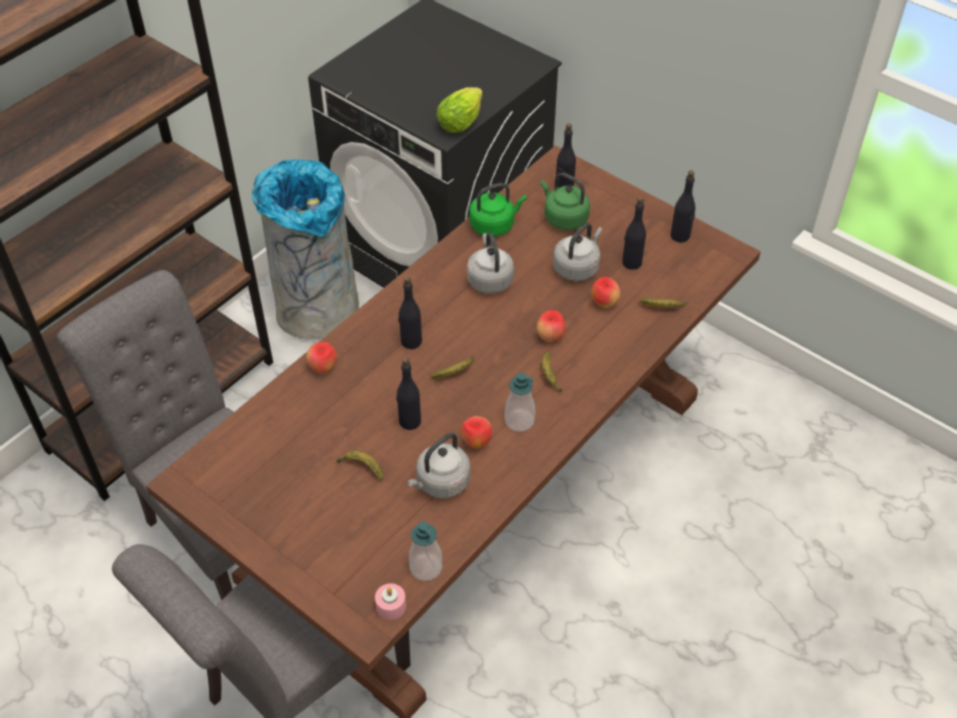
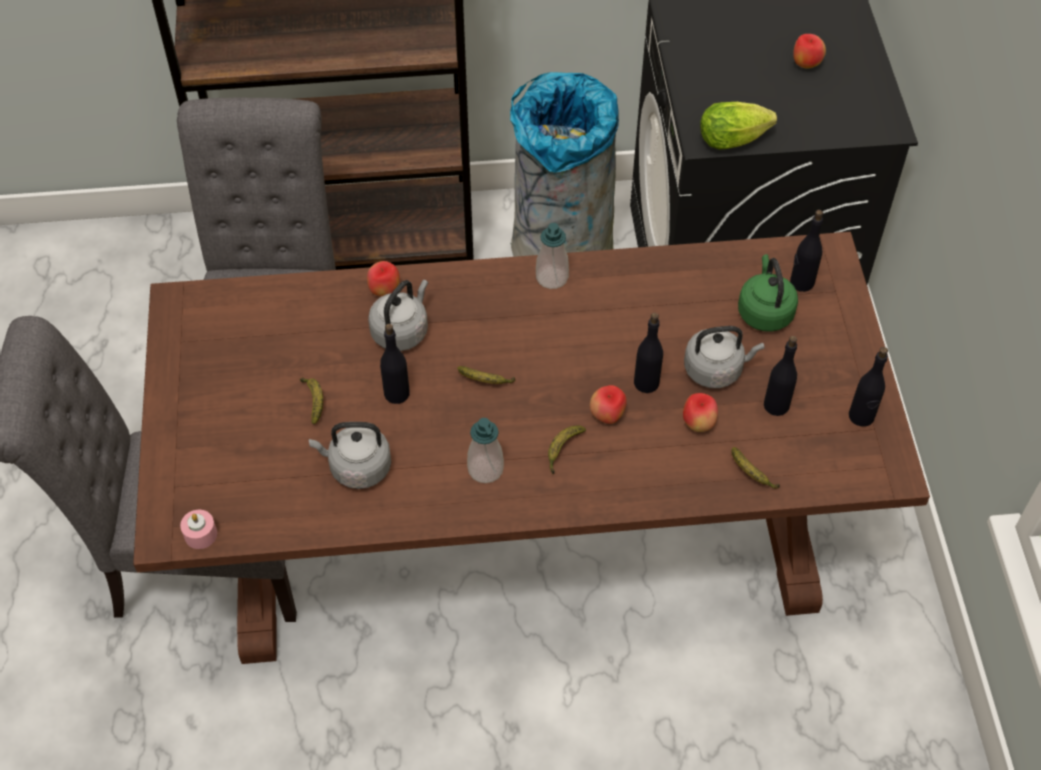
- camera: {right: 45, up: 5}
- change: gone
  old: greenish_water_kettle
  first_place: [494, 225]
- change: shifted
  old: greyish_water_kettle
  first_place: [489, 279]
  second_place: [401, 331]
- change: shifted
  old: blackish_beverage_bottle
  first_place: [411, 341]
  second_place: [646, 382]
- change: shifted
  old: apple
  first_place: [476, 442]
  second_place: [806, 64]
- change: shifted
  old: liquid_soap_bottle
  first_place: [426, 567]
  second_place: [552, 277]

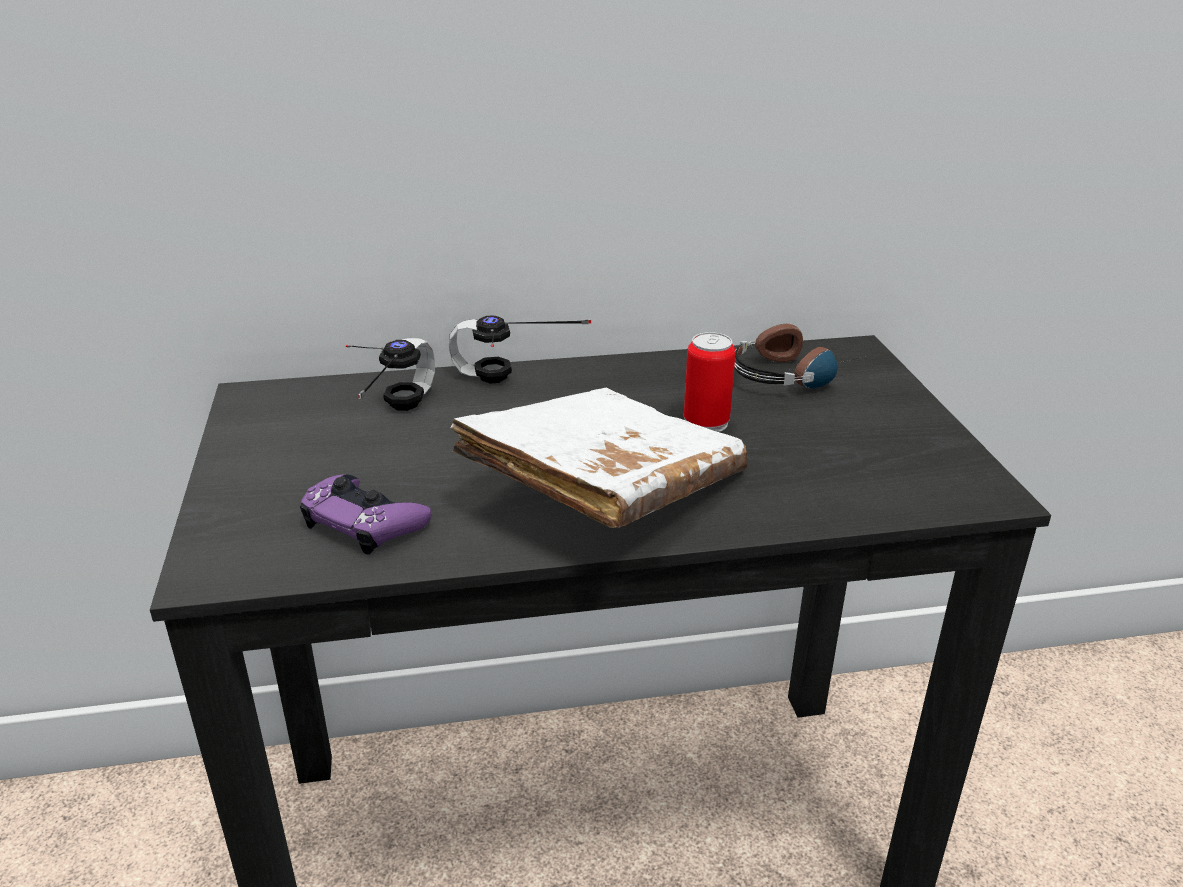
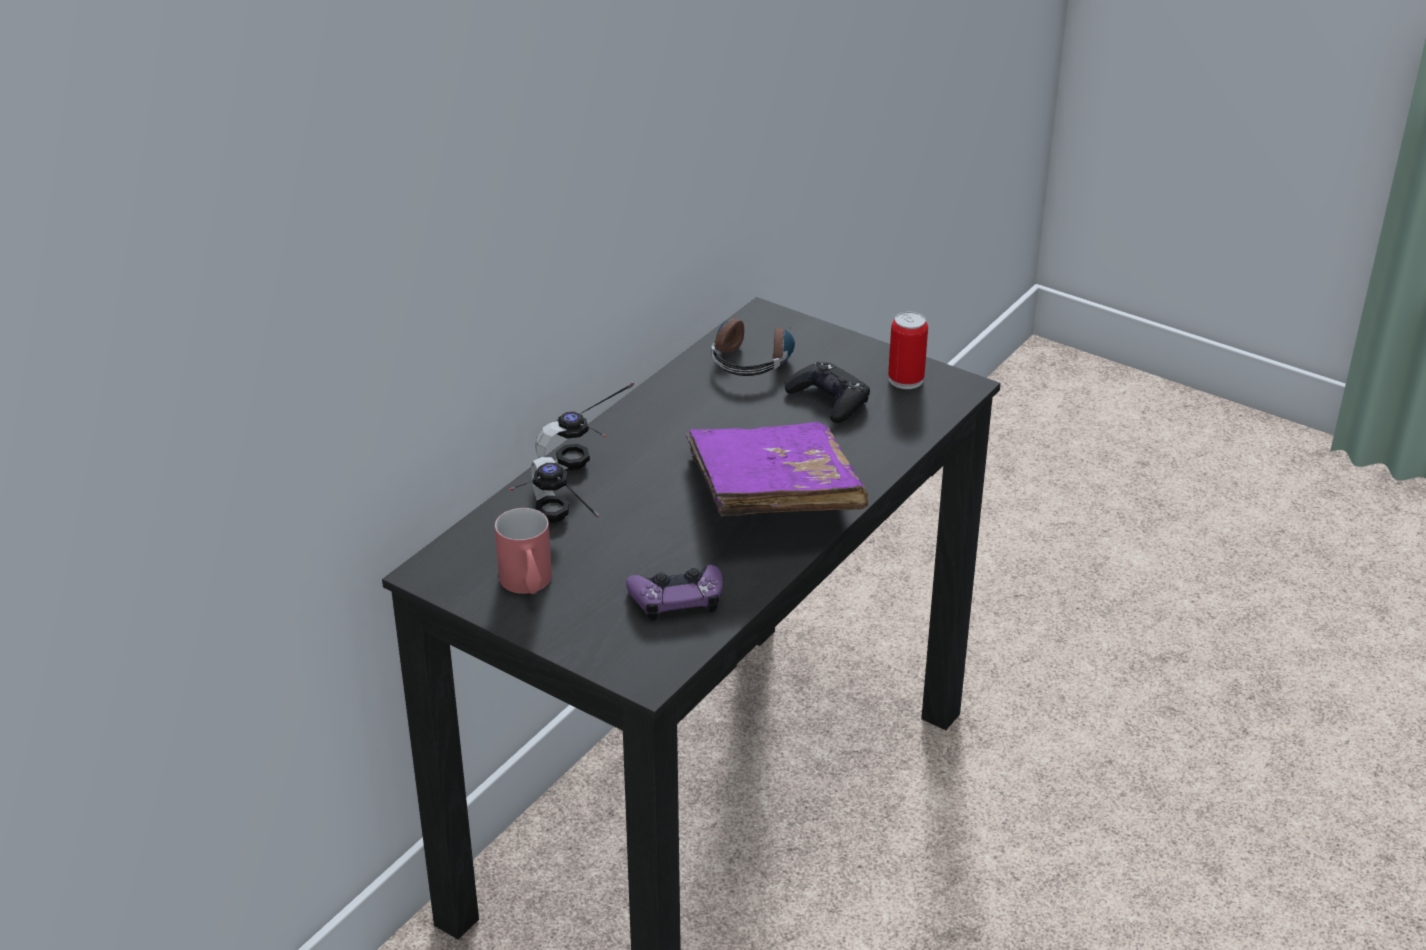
- camera: {right: -45, up: 5}
- change: shifted
  old: metal_can
  first_place: [706, 422]
  second_place: [905, 380]
- change: repainted
  old: white-coloured_book
  new: purple-coloured_book
  first_place: [605, 490]
  second_place: [772, 498]
- change: new
  new: blackish_joypad
  second_place: [828, 400]
- change: new
  new: red-coloured_mug
  second_place: [528, 586]

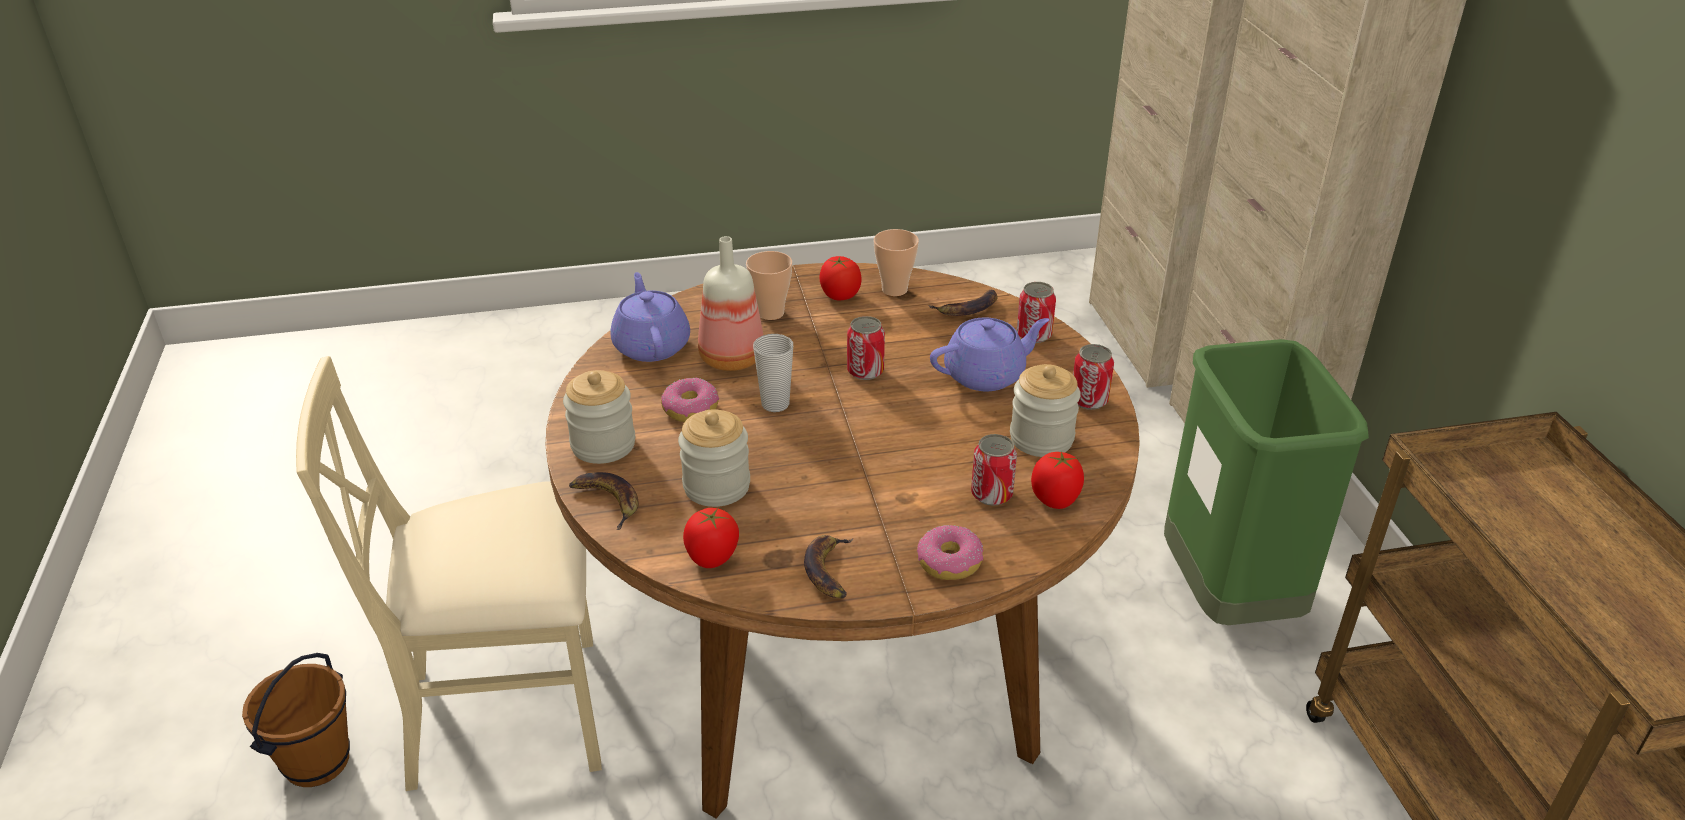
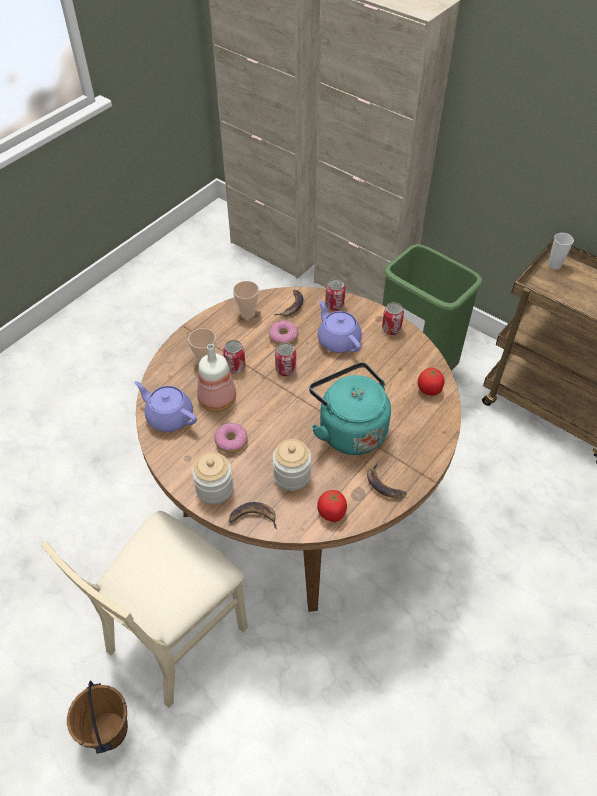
- camera: {right: -40, up: 15}
- change: gone
  old: tomato
  first_place: [839, 296]
- change: rotated
  old: purple-coloured_tea_pot
  first_place: [986, 375]
  second_place: [338, 340]
  degrees: -60
- change: shifted
  old: drinking_cup
  first_place: [775, 404]
  second_place: [554, 265]
- change: gone
  old: storage_jar
  first_place: [1041, 438]
- change: shifted
  old: metal_can
  first_place: [991, 494]
  second_place: [235, 367]
- change: shifted
  old: ring_doughnut
  first_place: [949, 561]
  second_place: [283, 337]
- change: new
  new: turquoise_water_kettle
  second_place: [349, 429]

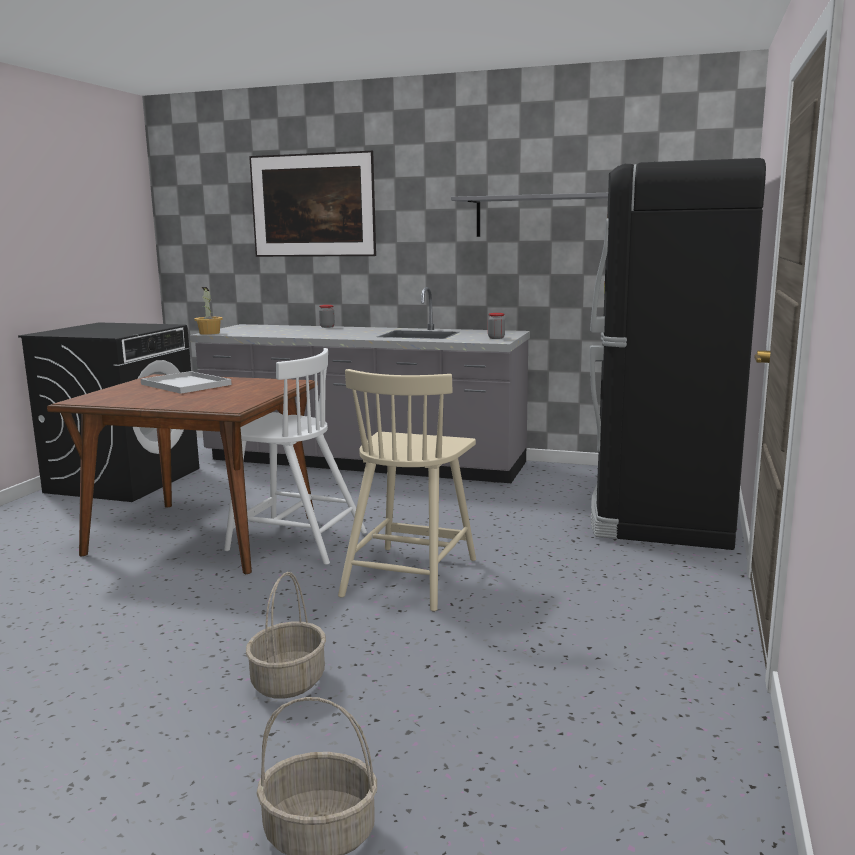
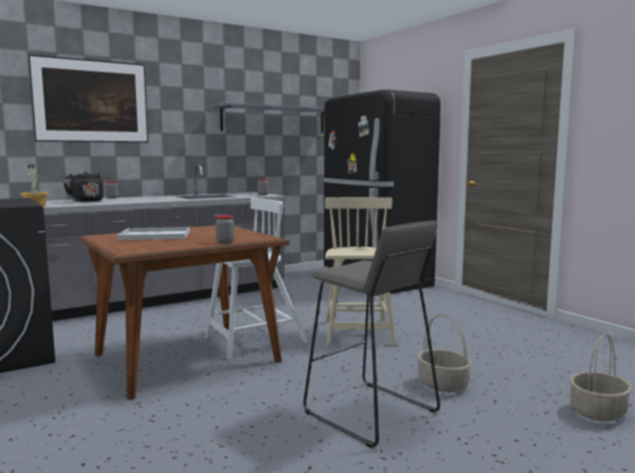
- camera: {right: -50, up: -5}
- change: rotated
  old: beige-coloured_upright_chair
  first_place: [410, 576]
  second_place: [358, 332]
  degrees: -150
- change: new
  new: blackish_water_kettle
  second_place: [86, 201]
- change: new
  new: storage_jar
  second_place: [225, 242]
- change: new
  new: greyish_stool_seat
  second_place: [370, 413]

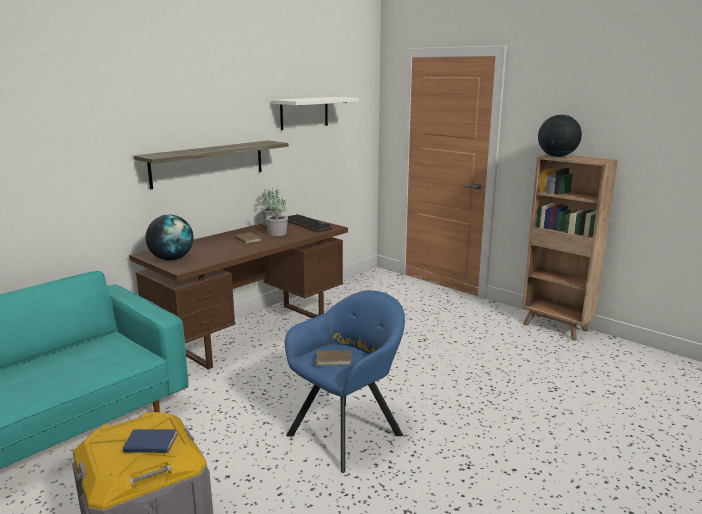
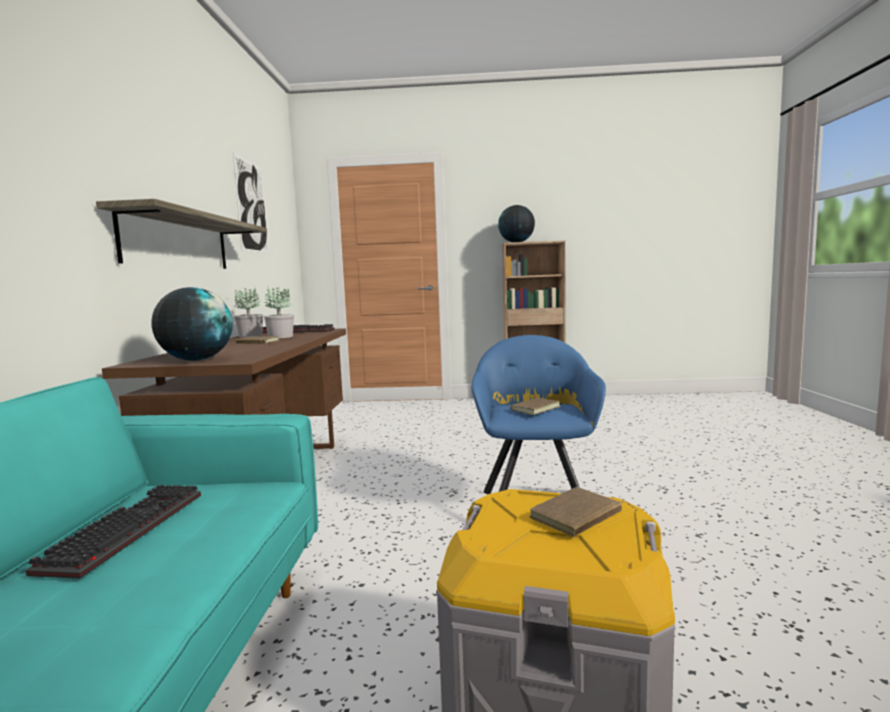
- camera: {right: -40, up: -10}
- change: swapped
  old: white-coloured_bracket_shelf
  new: wall_art
  first_place: [304, 113]
  second_place: [252, 206]
- change: repainted
  old: blue-coloured_book
  new: brown-coloured_book
  first_place: [150, 445]
  second_place: [578, 517]
- change: new
  new: PC_keyboard
  second_place: [126, 528]

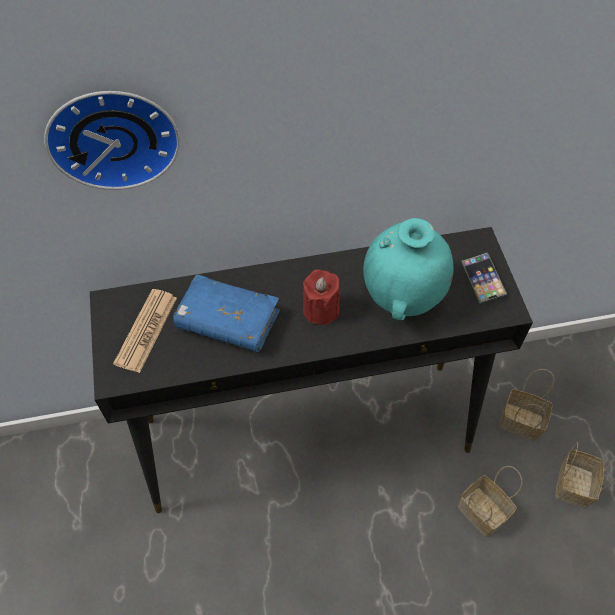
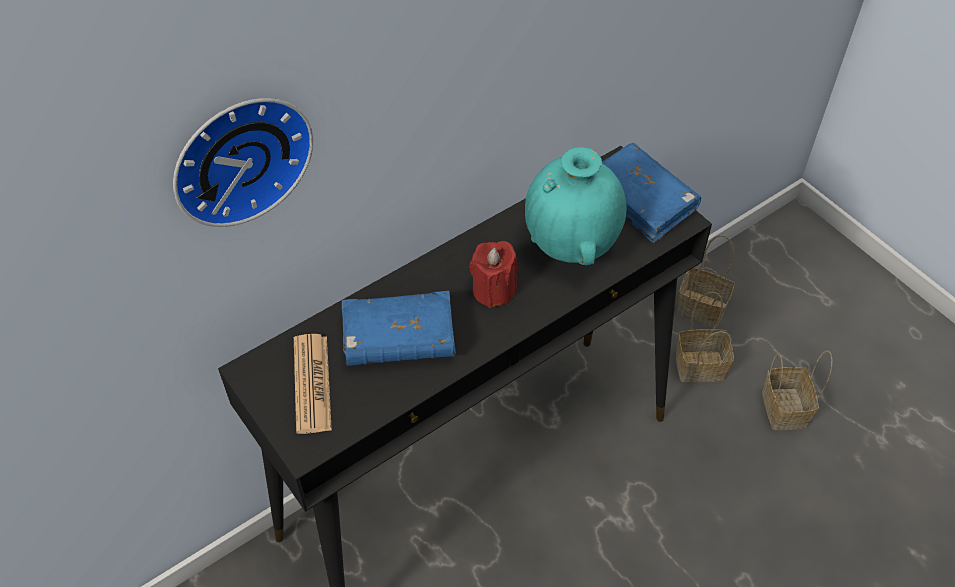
- camera: {right: -25, up: -5}
- change: swapped
  old: telephone
  new: blue-coloured_book
  first_place: [482, 280]
  second_place: [641, 200]
- change: shifted
  old: storage_basket
  first_place: [484, 512]
  second_place: [703, 308]

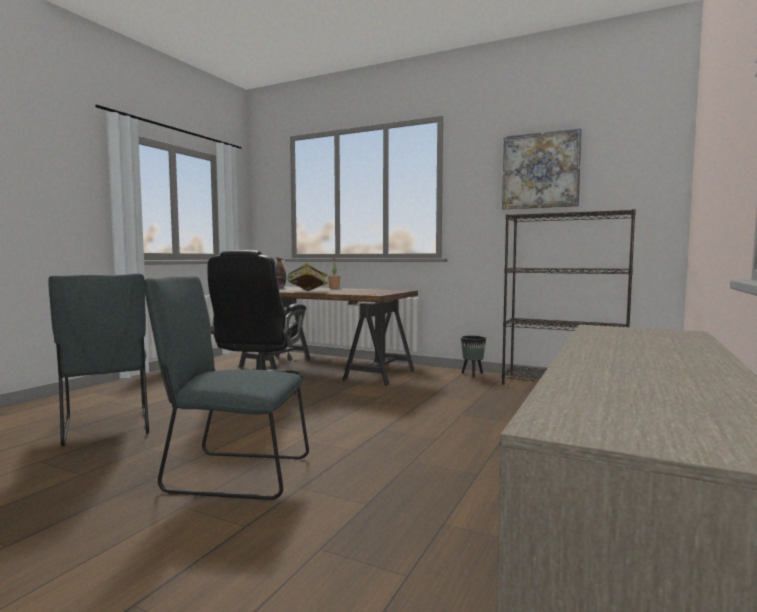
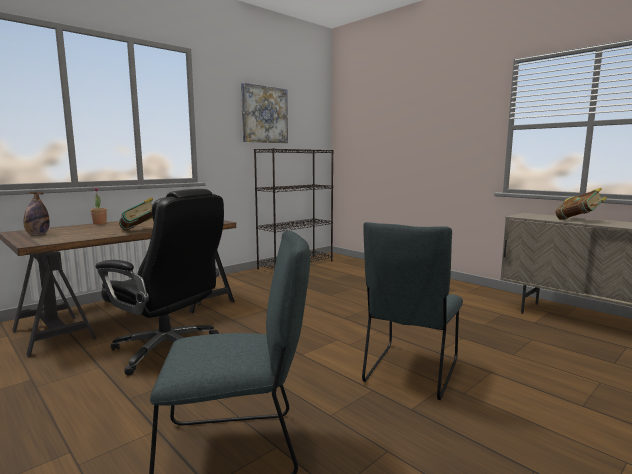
- camera: {right: -70, up: 5}
- change: gone
  old: blackish_flower_pot
  first_place: [472, 374]
- change: new
  new: book
  second_place: [578, 220]

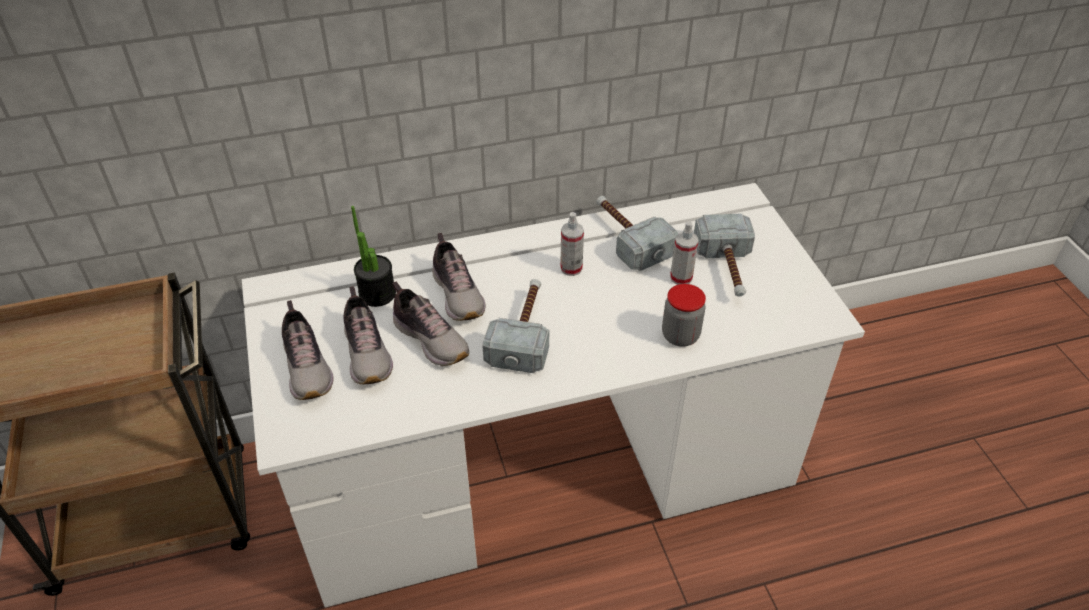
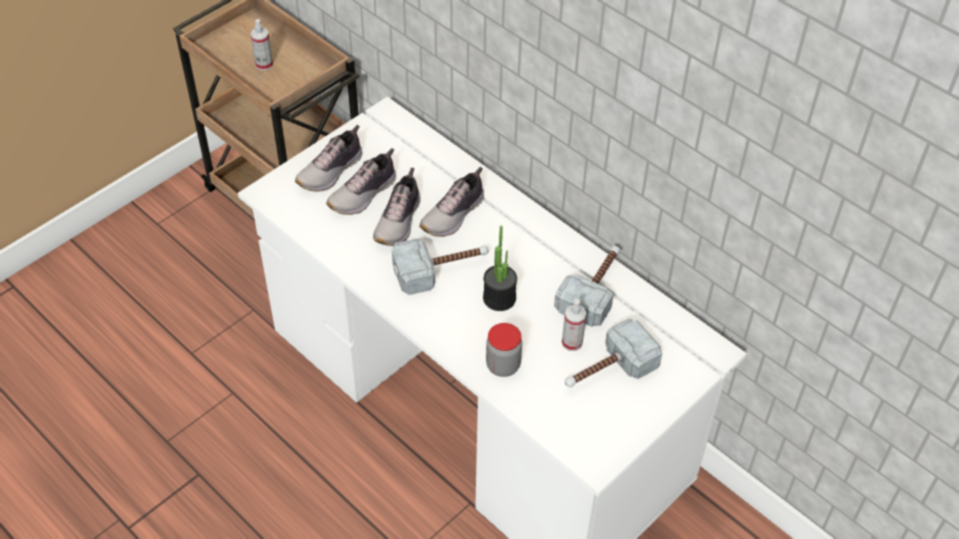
- camera: {right: 60, up: 5}
- change: shifted
  old: potted_plant
  first_place: [377, 294]
  second_place: [499, 298]
- change: shifted
  old: sprayer
  first_place: [571, 268]
  second_place: [264, 64]

